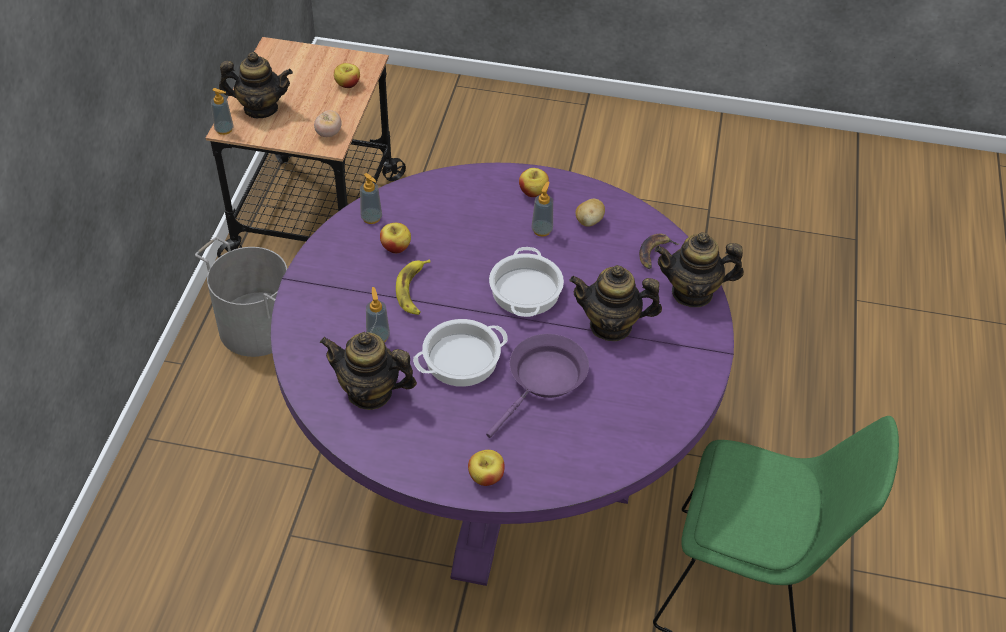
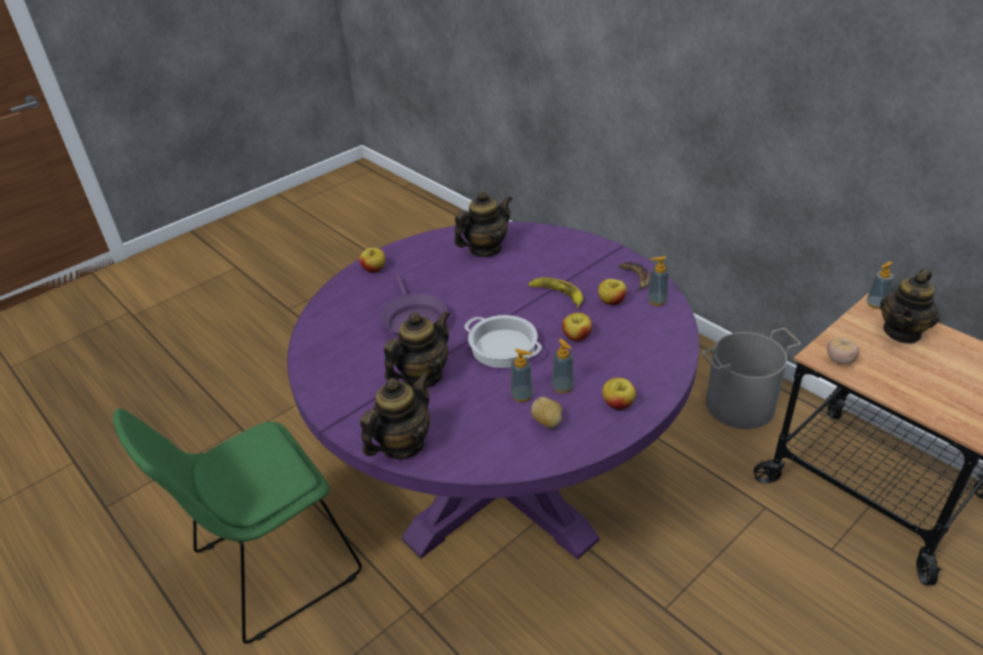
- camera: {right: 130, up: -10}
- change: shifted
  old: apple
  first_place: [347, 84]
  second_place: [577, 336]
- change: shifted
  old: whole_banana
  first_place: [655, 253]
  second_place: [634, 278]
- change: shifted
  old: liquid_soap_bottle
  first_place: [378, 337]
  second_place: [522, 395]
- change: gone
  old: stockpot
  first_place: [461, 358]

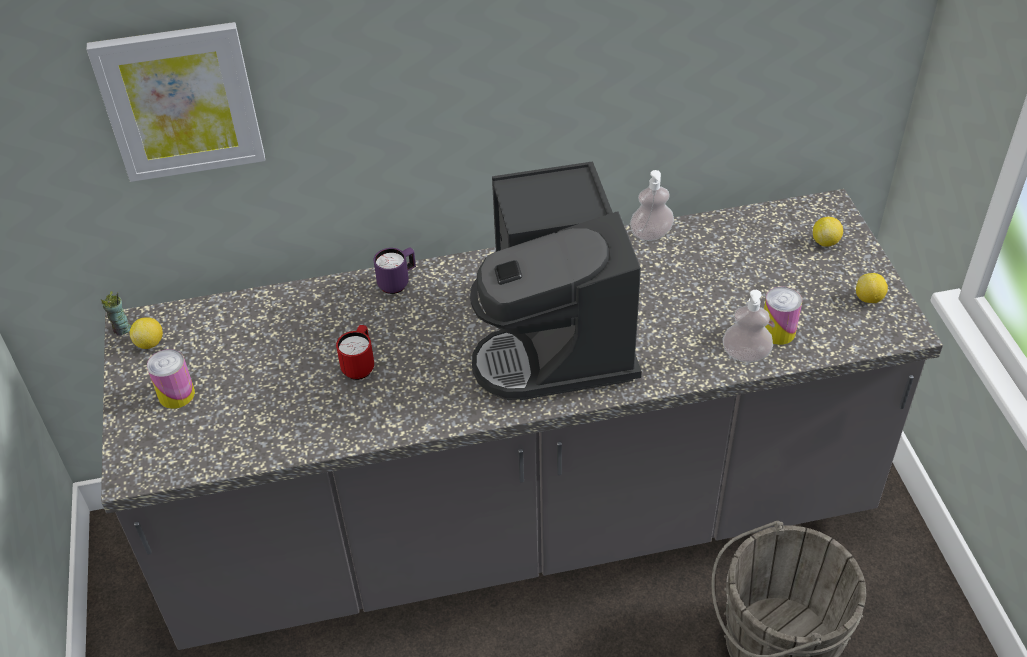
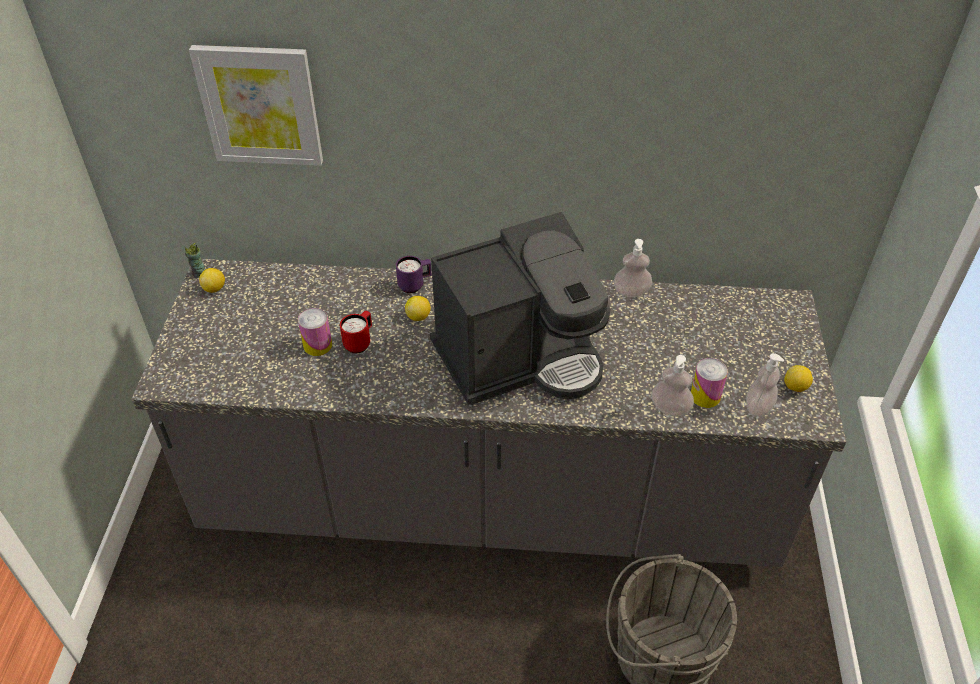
- camera: {right: 15, up: 0}
- change: rotated
  old: coffee_maker
  first_place: [556, 338]
  second_place: [520, 358]
  degrees: -120
- change: shifted
  old: lemon
  first_place: [825, 242]
  second_place: [418, 317]
- change: shifted
  old: metal_can
  first_place: [176, 394]
  second_place: [317, 345]
- change: new
  new: liquid_soap_bottle
  second_place: [758, 407]

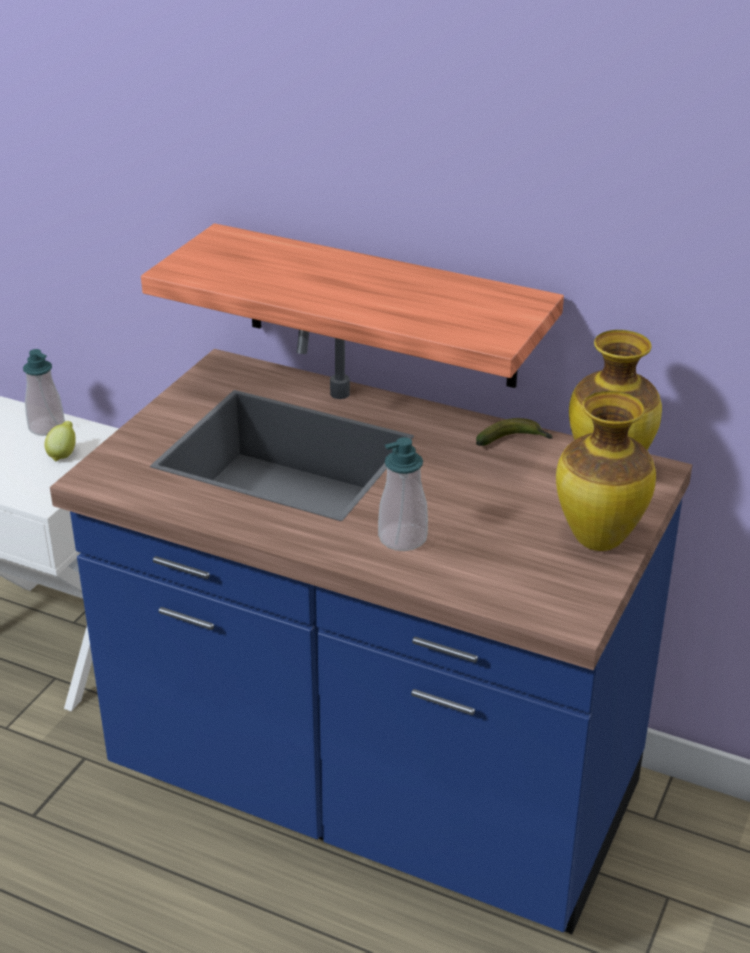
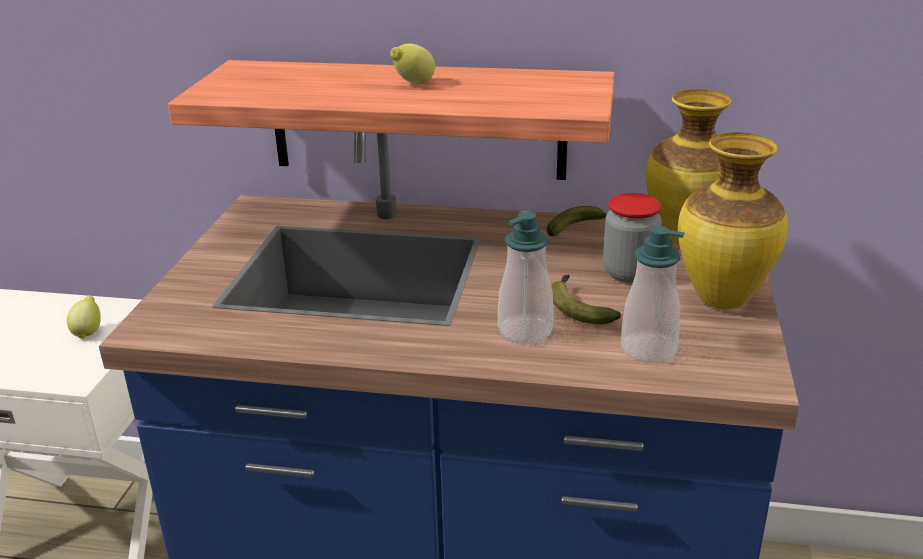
- camera: {right: -15, up: -5}
- change: shifted
  old: liquid_soap_bottle
  first_place: [46, 427]
  second_place: [648, 349]
- change: new
  new: lemon
  second_place: [413, 84]
- change: new
  new: storage_jar
  second_place: [629, 273]
- change: new
  new: whole_banana
  second_place: [578, 307]

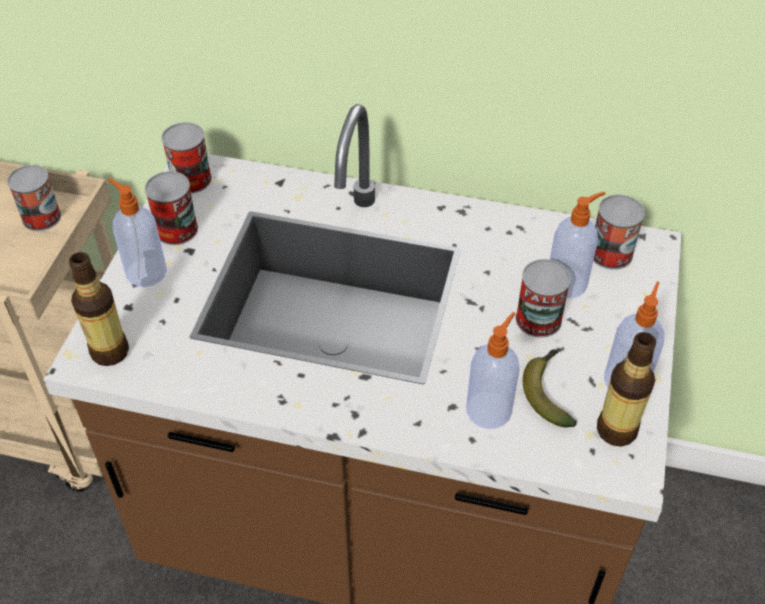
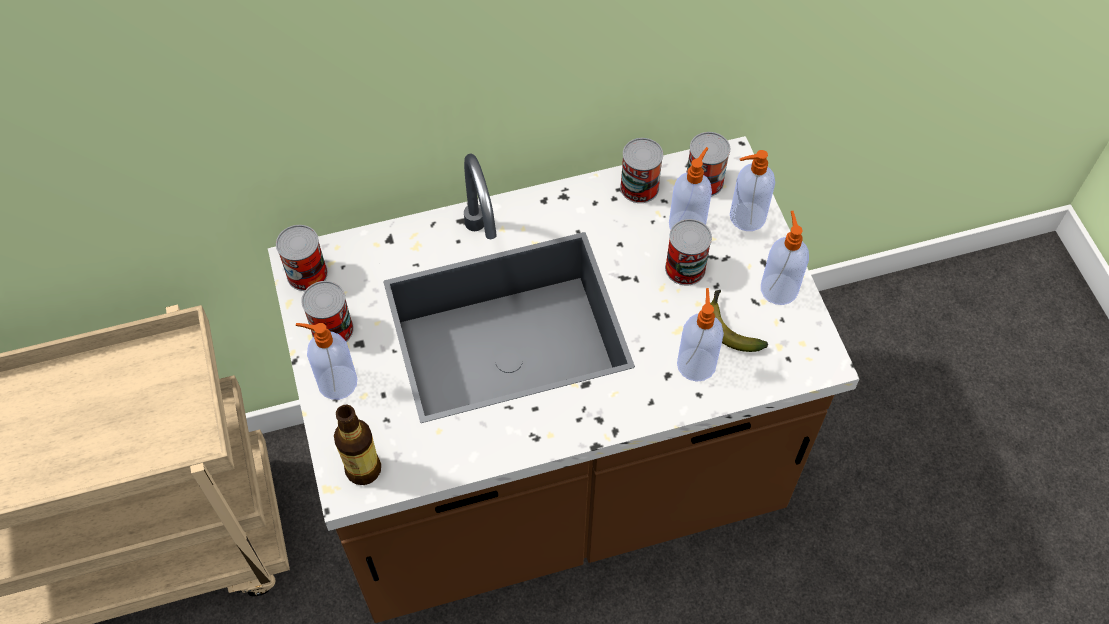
- camera: {right: -30, up: 10}
- change: shifted
  old: metal_can
  first_place: [41, 217]
  second_place: [639, 187]
- change: gone
  old: beverage_bottle
  first_place: [616, 430]
- change: new
  new: liquid_soap_bottle
  second_place: [746, 217]

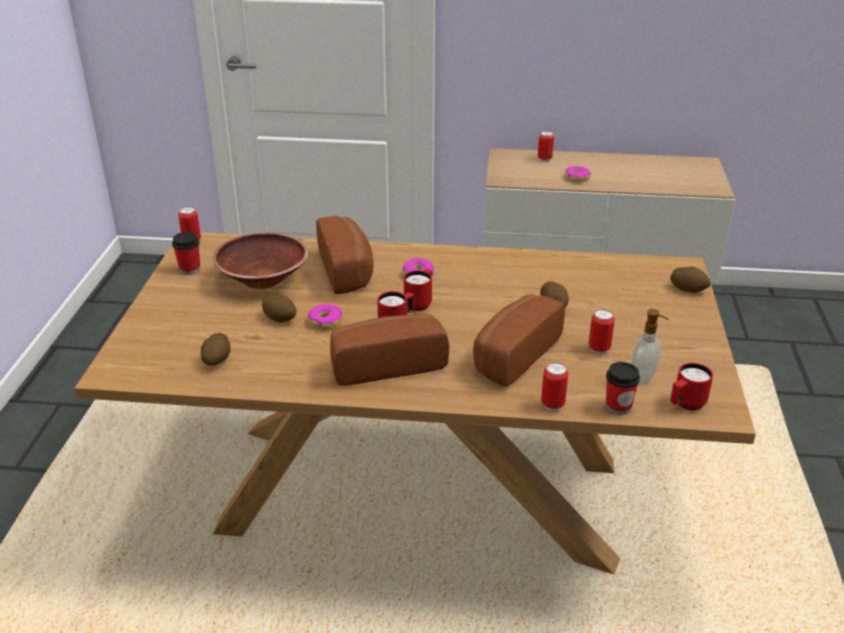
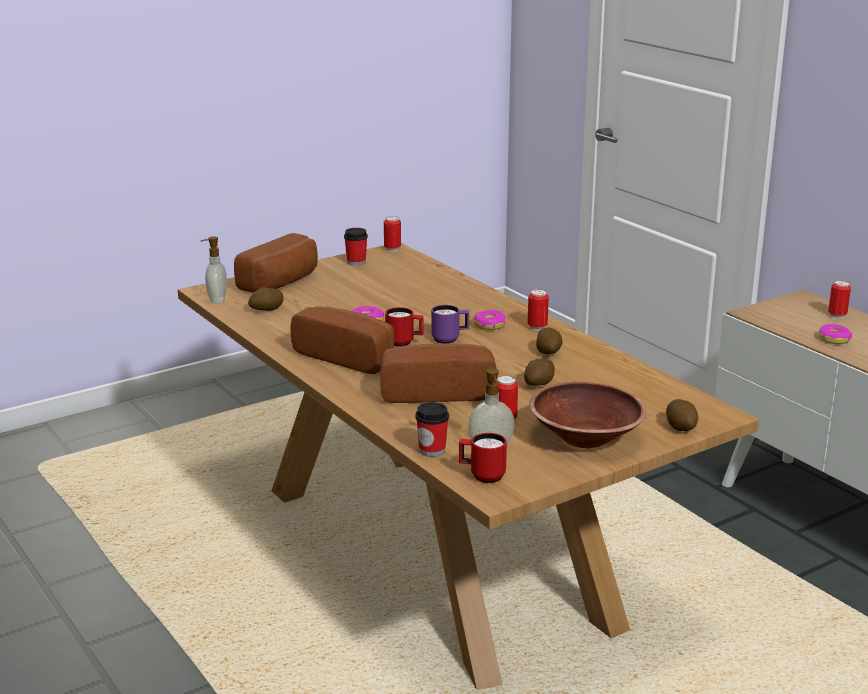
- camera: {right: 50, up: -10}
- change: shifted
  old: bread
  first_place: [348, 270]
  second_place: [283, 282]
- change: shifted
  old: brown-coloured_serving_bowl
  first_place: [262, 279]
  second_place: [585, 437]
- change: repainted
  old: red-coloured_mug
  new: purple-coloured_mug
  first_place: [420, 302]
  second_place: [450, 339]
- change: shifted
  old: potato
  first_place: [280, 318]
  second_place: [548, 352]
- change: shifted
  old: metal_can
  first_place: [552, 405]
  second_place: [537, 327]
- change: new
  new: liquid_soap_bottle
  second_place: [216, 300]

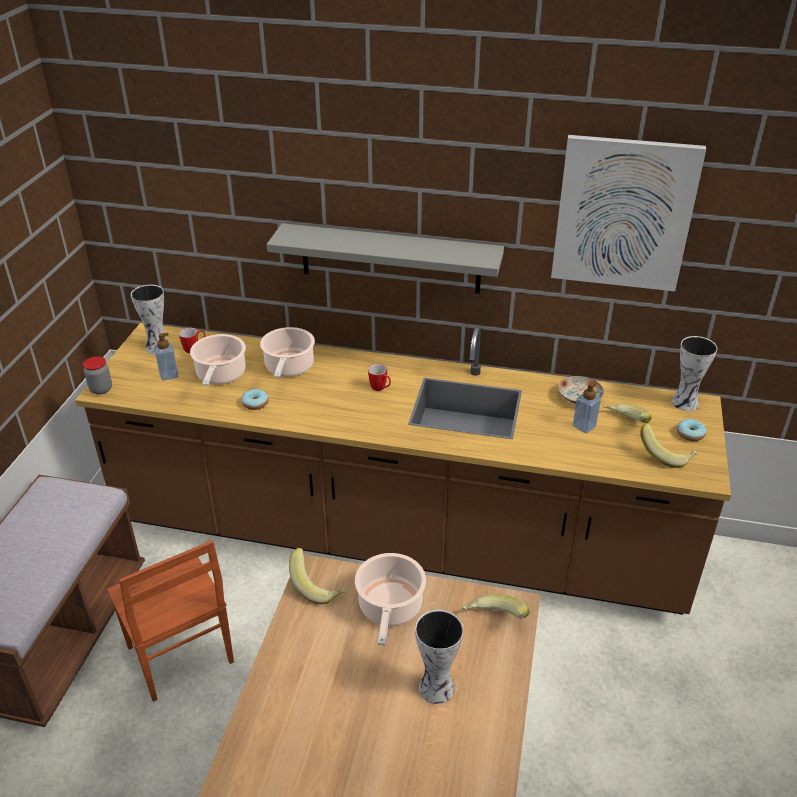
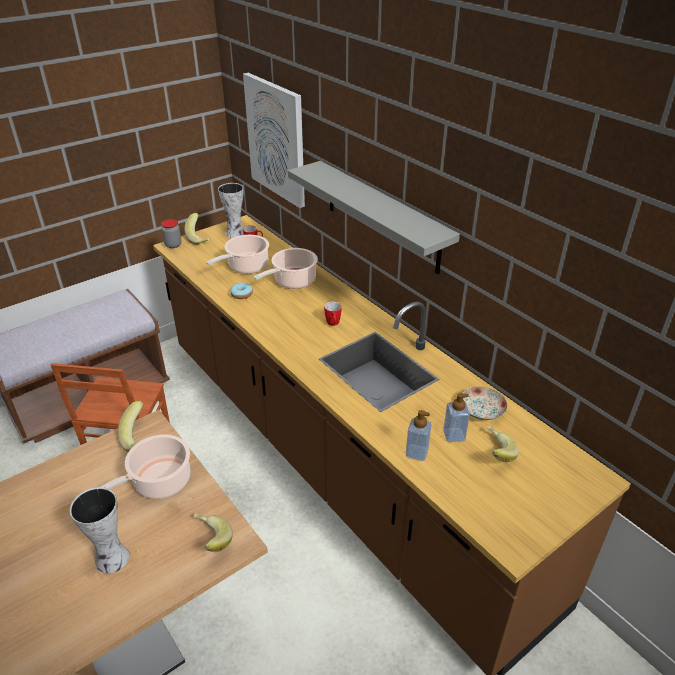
- camera: {right: 40, up: 0}
- change: shifted
  old: wall_art
  first_place: [623, 213]
  second_place: [276, 139]
- change: shifted
  old: liquid_soap_bottle
  first_place: [169, 375]
  second_place: [416, 453]
- change: gone
  old: flower_vase
  first_place: [686, 403]
- change: gone
  old: ring_doughnut
  first_place: [690, 434]
- change: shifted
  old: whole_banana
  first_place: [665, 455]
  second_place: [200, 238]

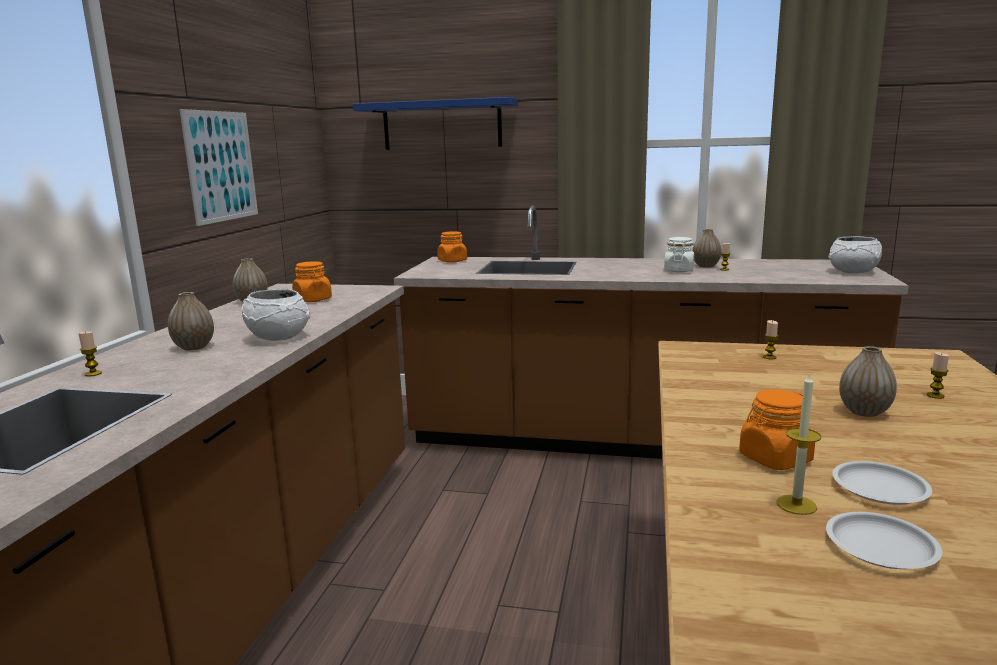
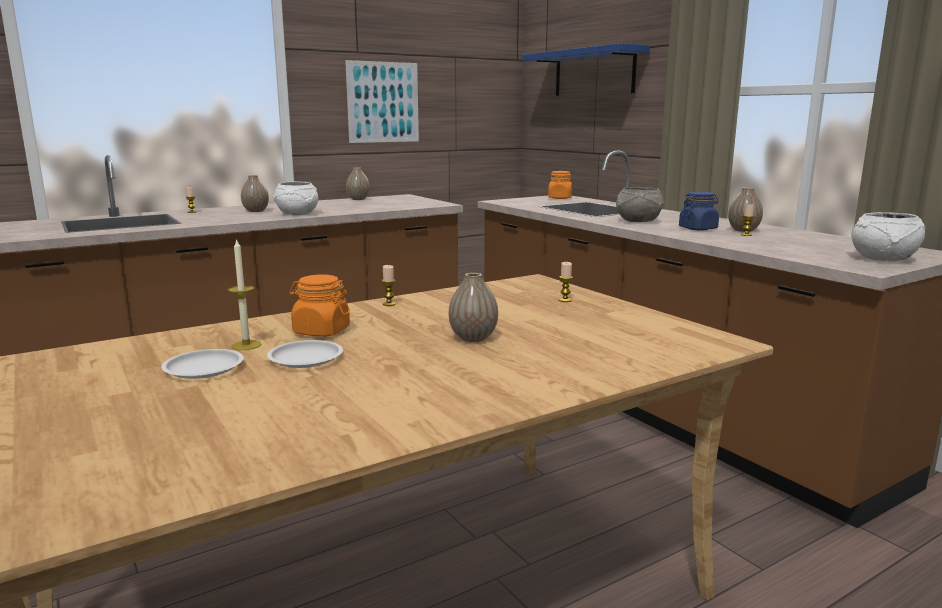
- camera: {right: 45, up: 0}
- change: repainted
  old: white-coloured_storage_jar
  new: blue-coloured_storage_jar
  first_place: [678, 270]
  second_place: [698, 228]
- change: gone
  old: orange-coloured_storage_jar
  first_place: [313, 300]
- change: shifted
  old: candle
  first_place: [935, 396]
  second_place: [389, 304]
- change: new
  new: greyish_serving_bowl
  second_place: [637, 221]

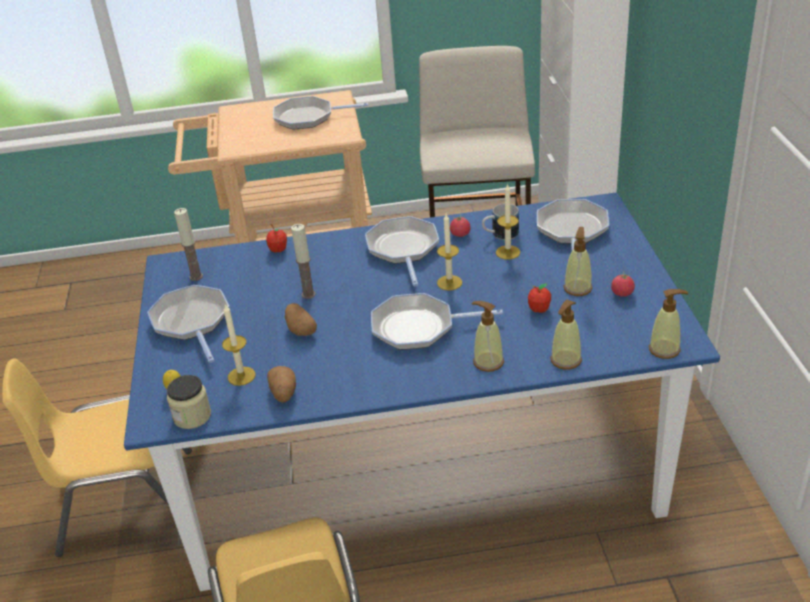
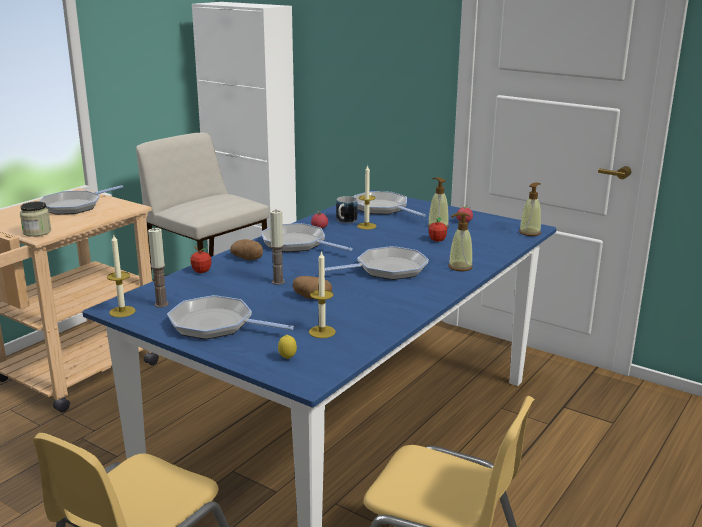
- camera: {right: -50, up: -15}
- change: shifted
  old: candle
  first_place: [449, 282]
  second_place: [122, 311]
- change: rotated
  old: pan
  first_place: [418, 327]
  second_place: [387, 269]
  degrees: -150
- change: gone
  old: liquid_soap_bottle
  first_place: [565, 360]
- change: shifted
  old: potato
  first_place: [283, 393]
  second_place: [248, 259]
- change: shifted
  old: storage_jar
  first_place: [192, 416]
  second_place: [37, 232]

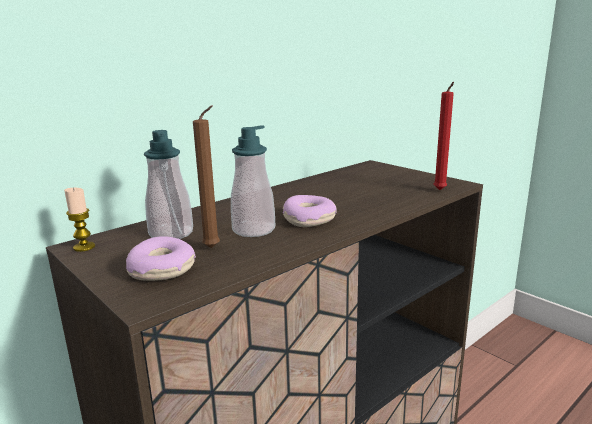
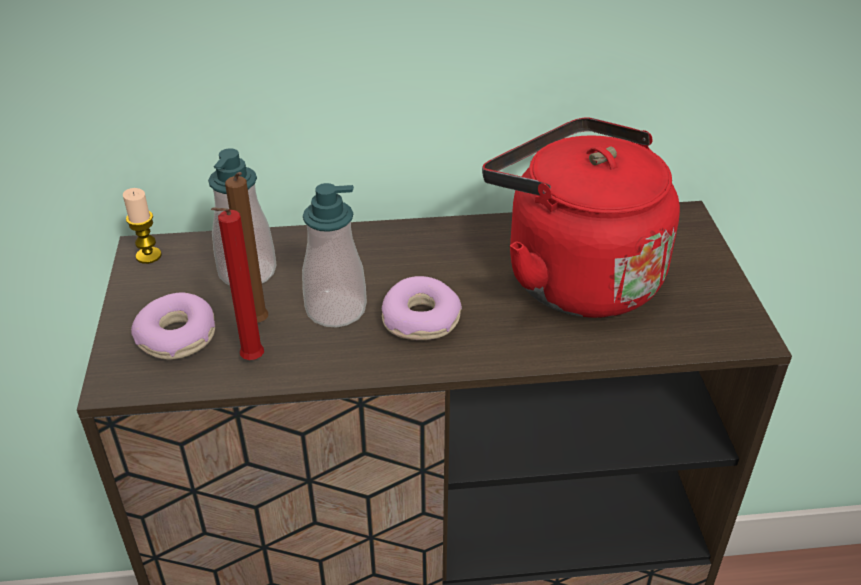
- camera: {right: 35, up: 20}
- change: shifted
  old: red-coloured_candle
  first_place: [440, 191]
  second_place: [250, 361]
- change: new
  new: red-coloured_water_kettle
  second_place: [574, 276]

